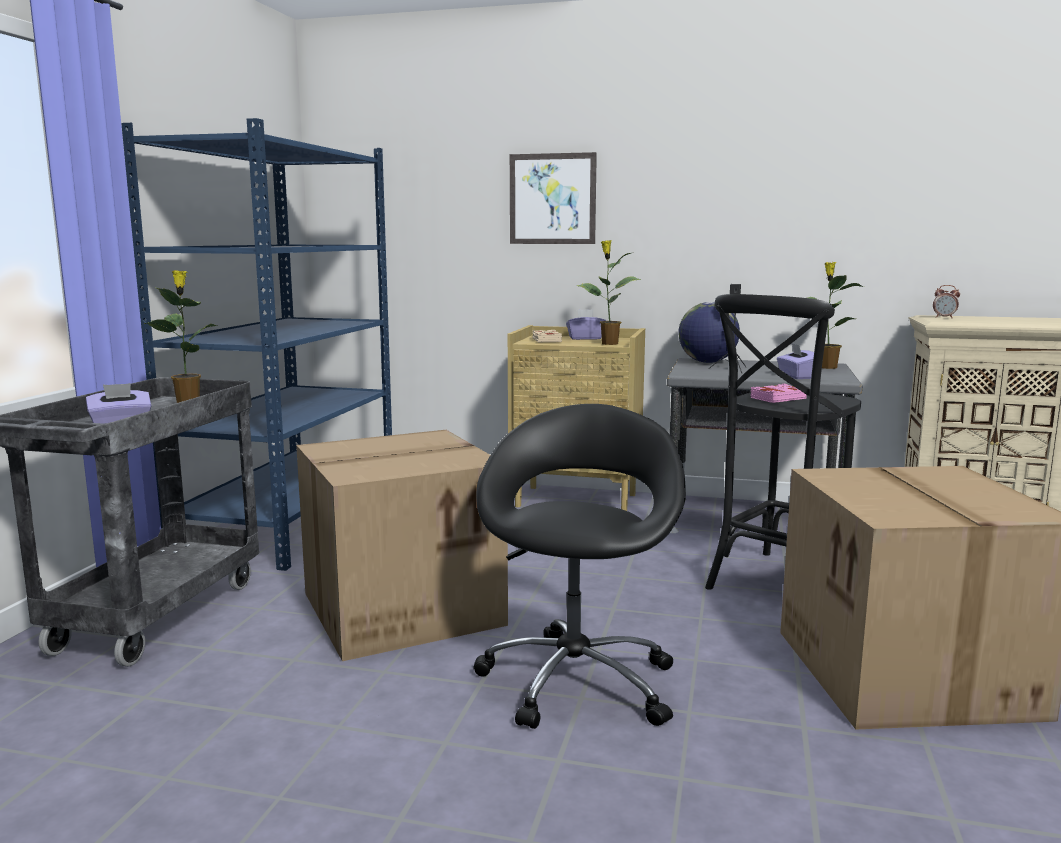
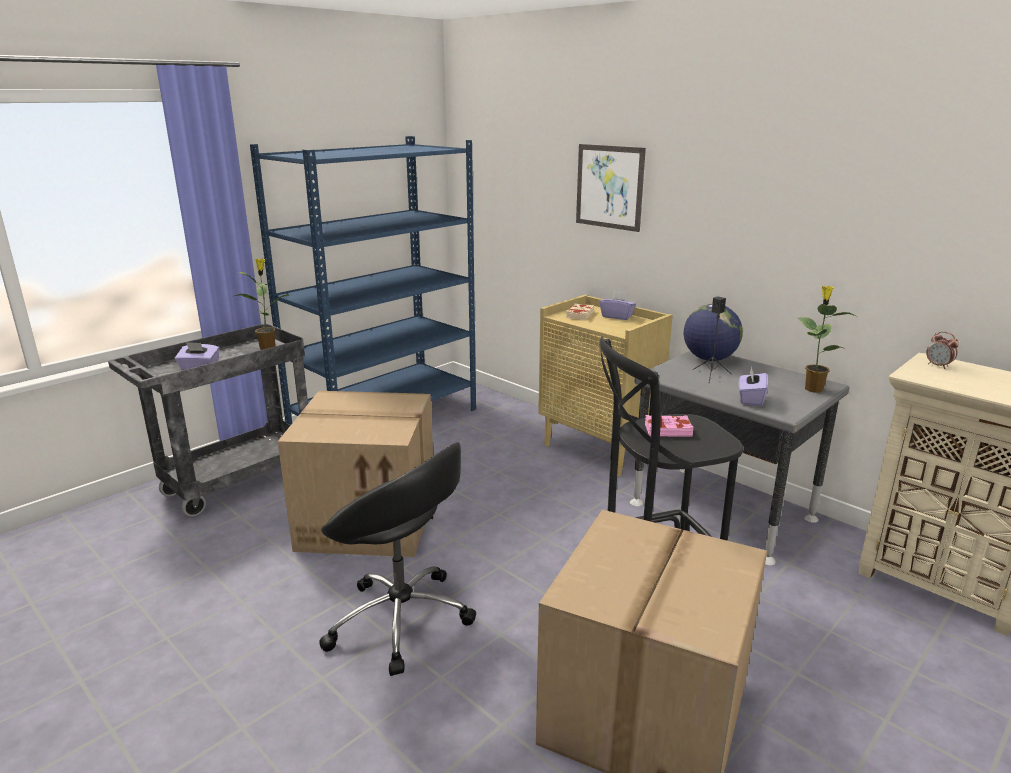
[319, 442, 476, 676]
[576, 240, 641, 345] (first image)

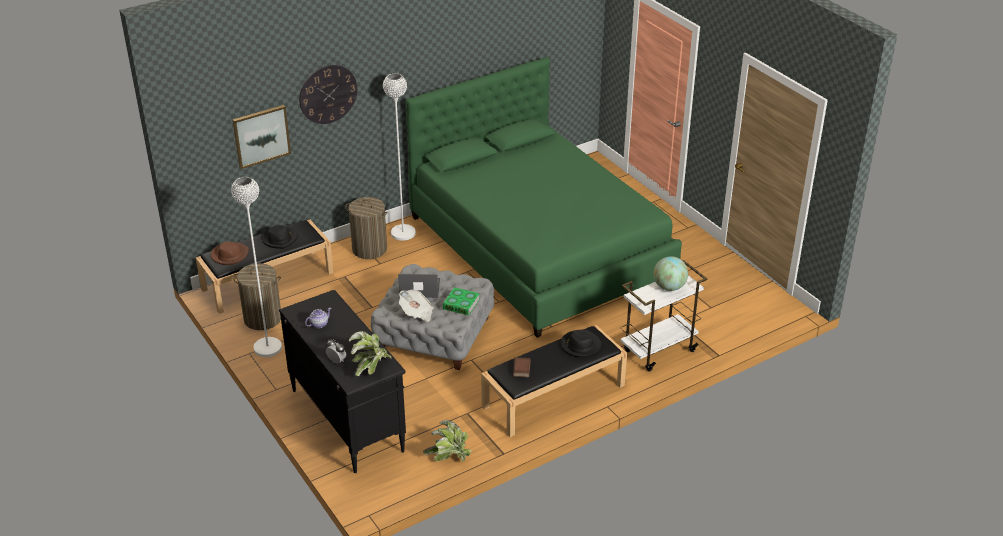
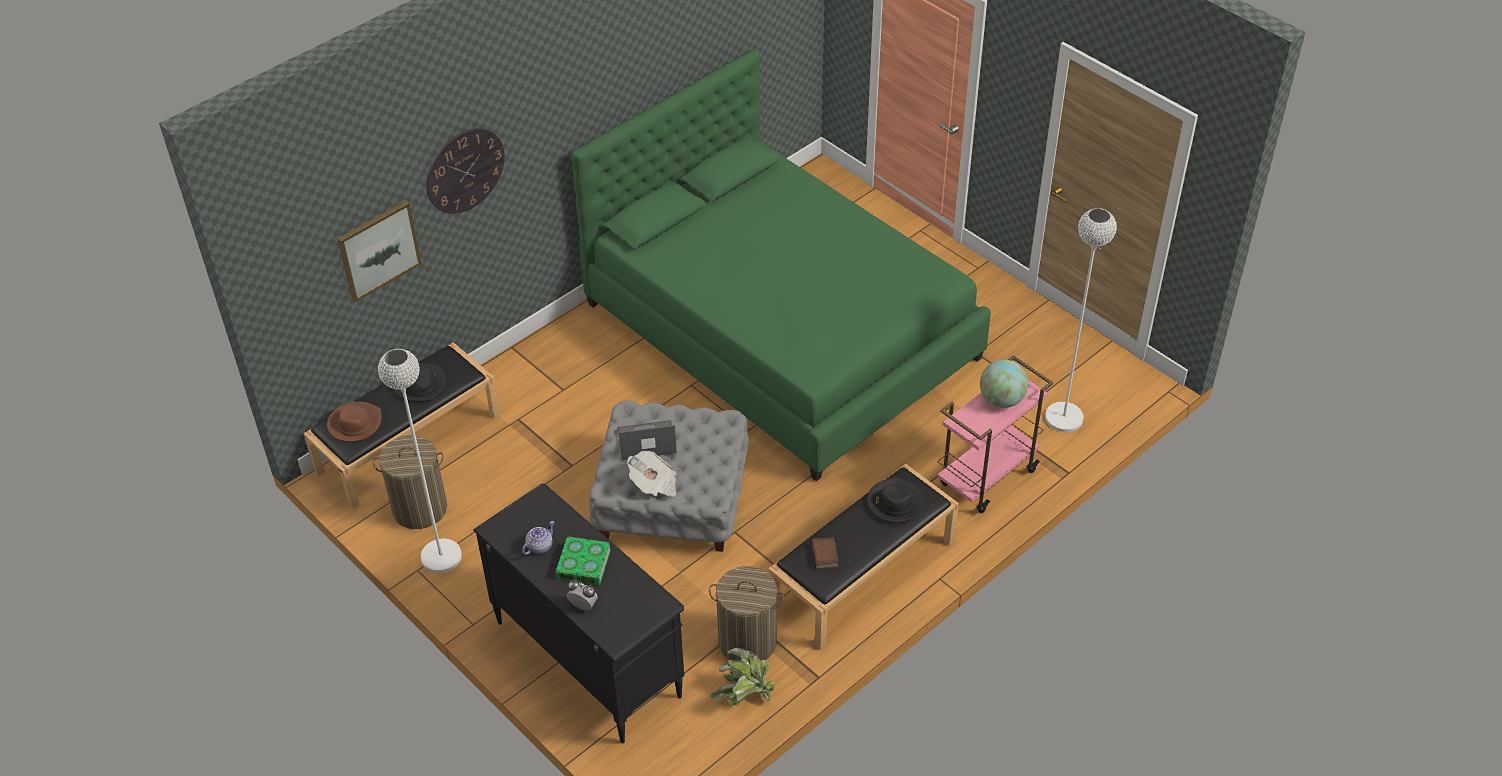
[709, 566, 784, 661]
[349, 331, 392, 376] (first image)
[1045, 208, 1117, 432]
[556, 536, 611, 585]
[937, 355, 1054, 513]

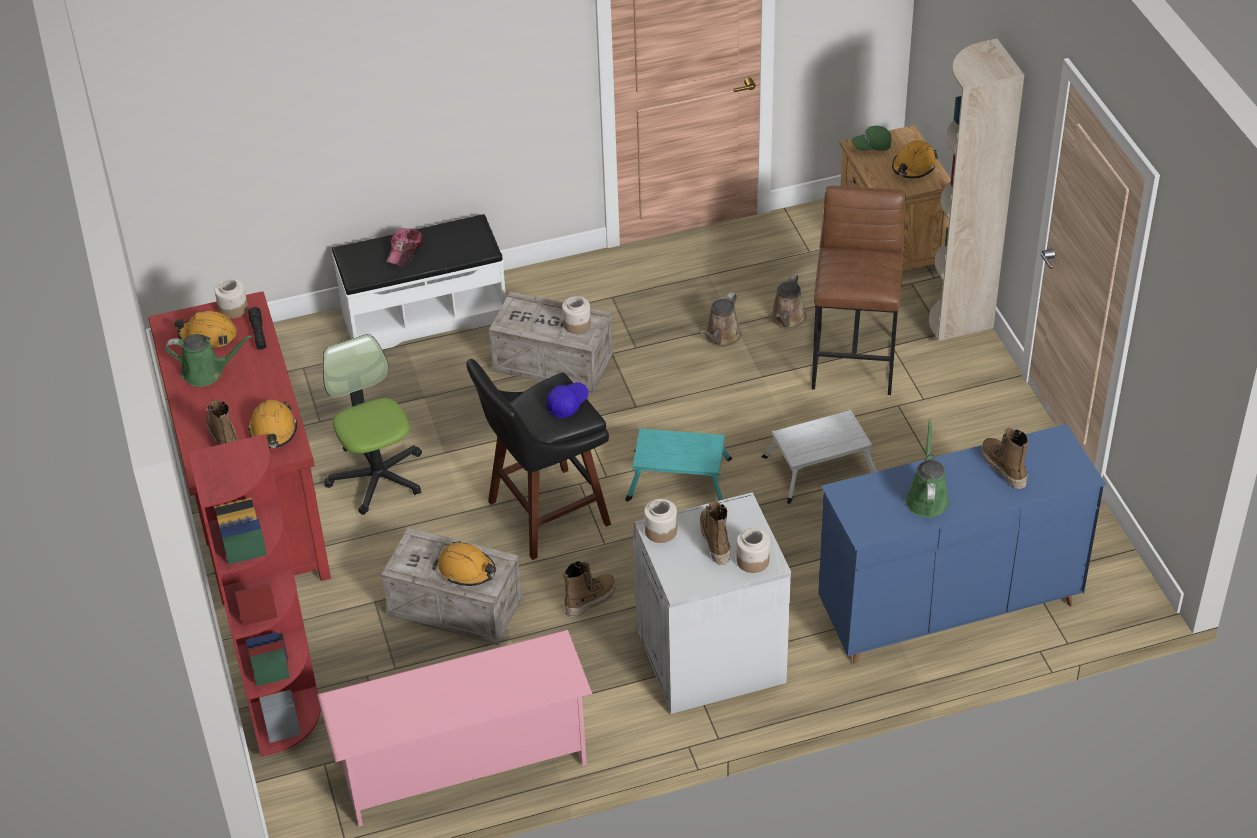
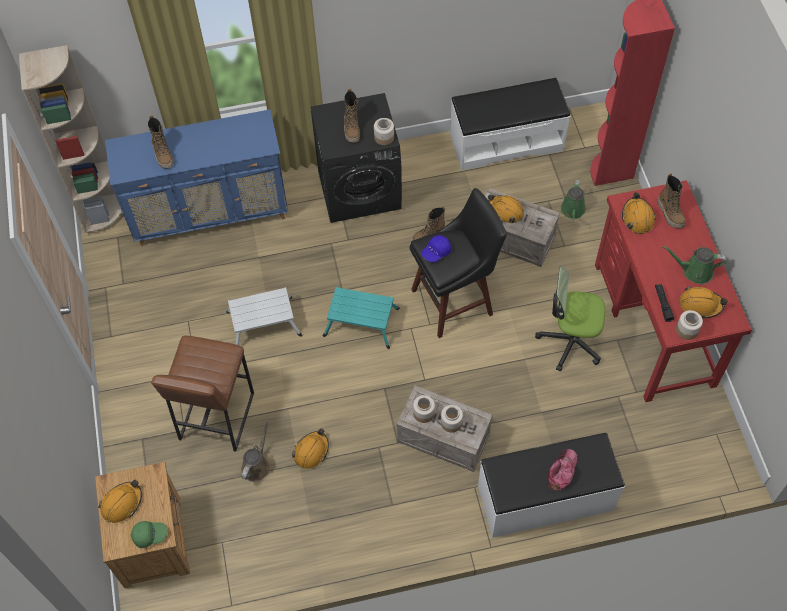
[450, 78, 570, 171]
[535, 266, 605, 371]
[311, 93, 402, 223]
[292, 429, 329, 469]
[441, 405, 463, 433]
[561, 180, 586, 220]
[19, 45, 122, 233]

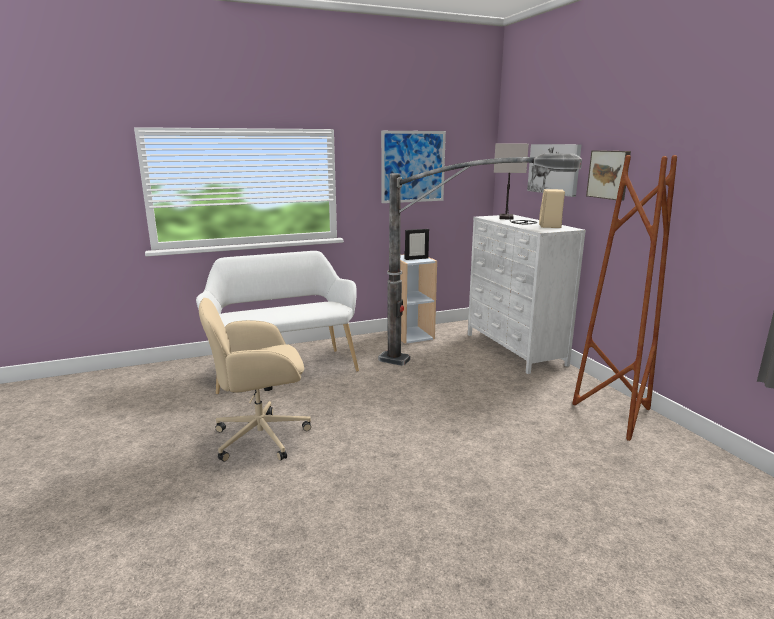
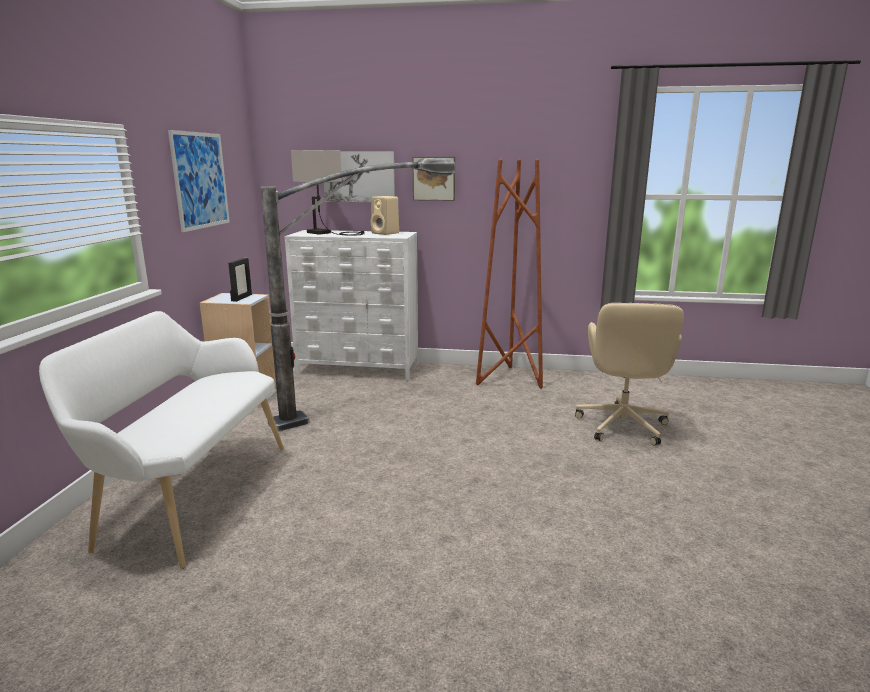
[575, 303, 684, 446]

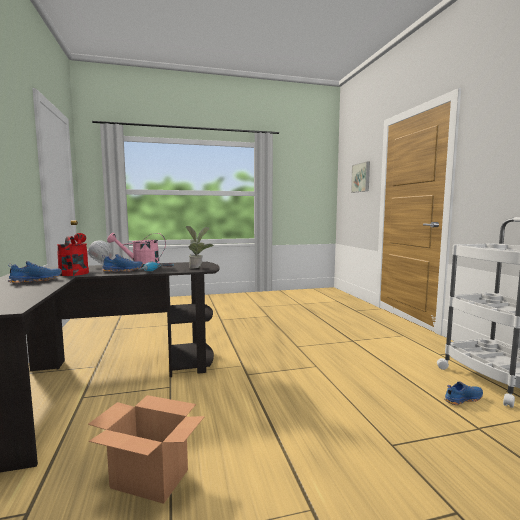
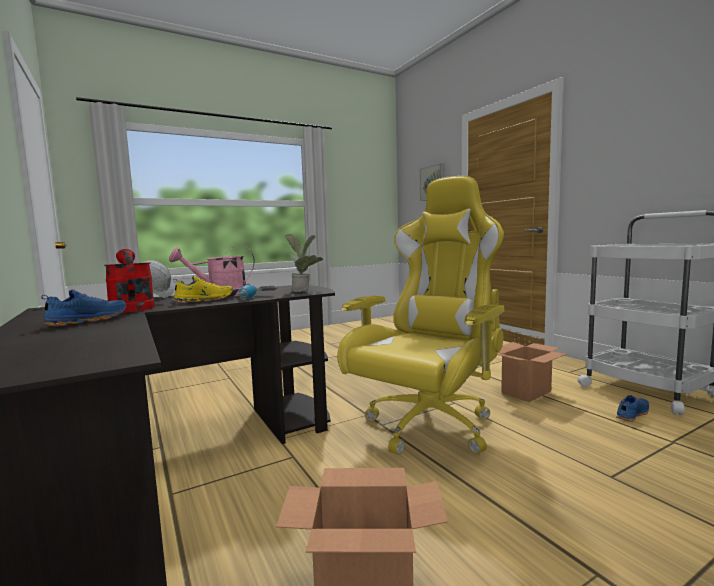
[173, 276, 233, 303]
[337, 176, 504, 455]
[497, 342, 567, 402]

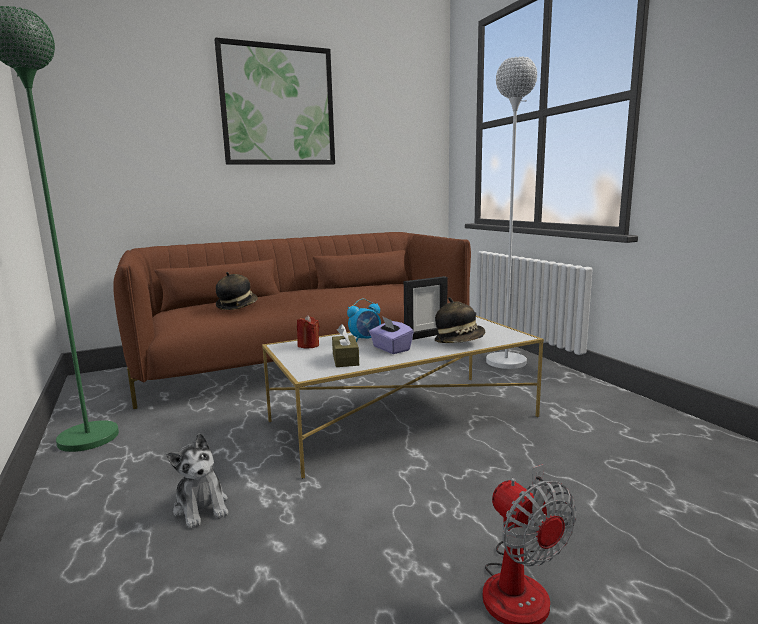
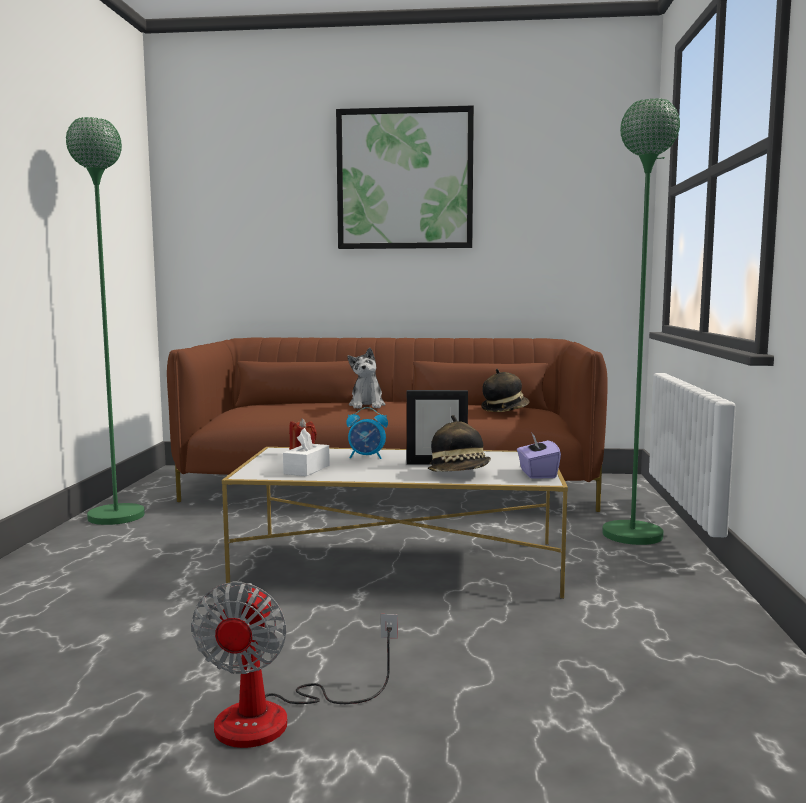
[347, 348, 385, 408]
[481, 369, 529, 412]
[283, 428, 330, 476]
[517, 432, 561, 479]
[602, 98, 680, 545]

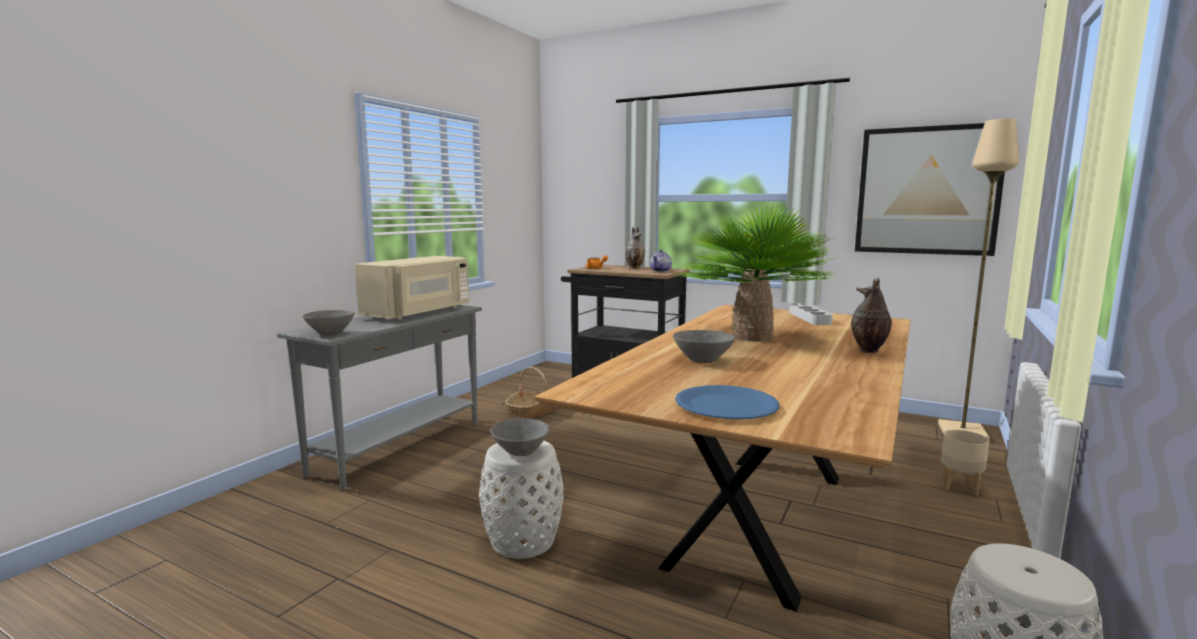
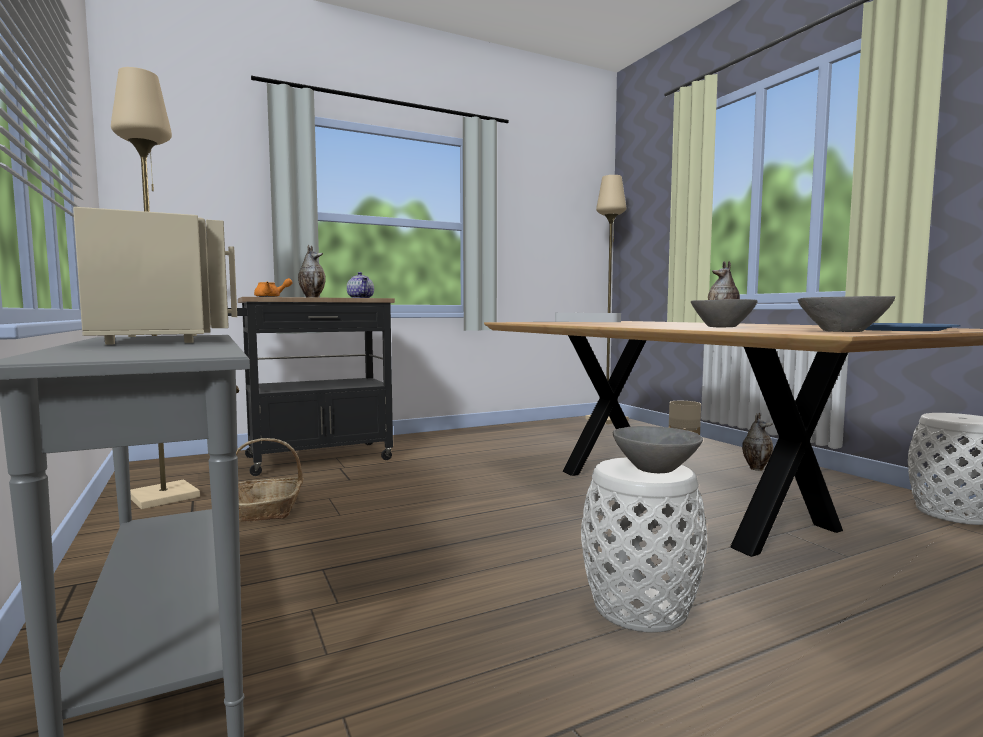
[797, 296, 895, 332]
[676, 202, 839, 342] (first image)
[855, 123, 1005, 256] (first image)
[111, 67, 200, 509]
[742, 413, 773, 471]

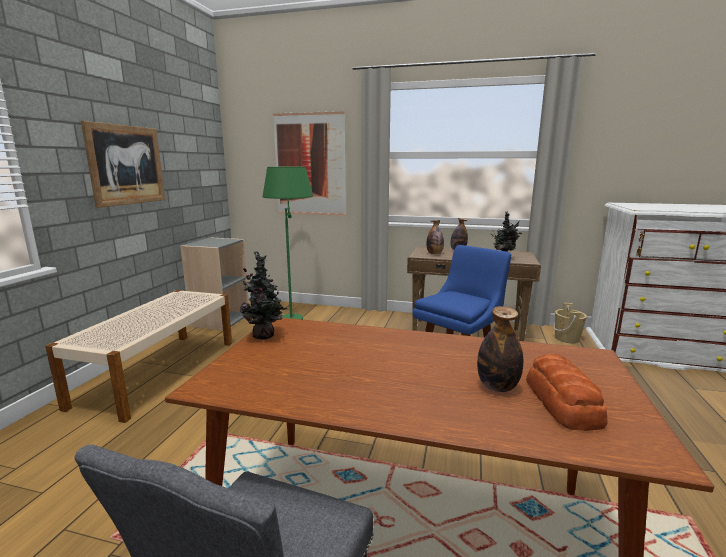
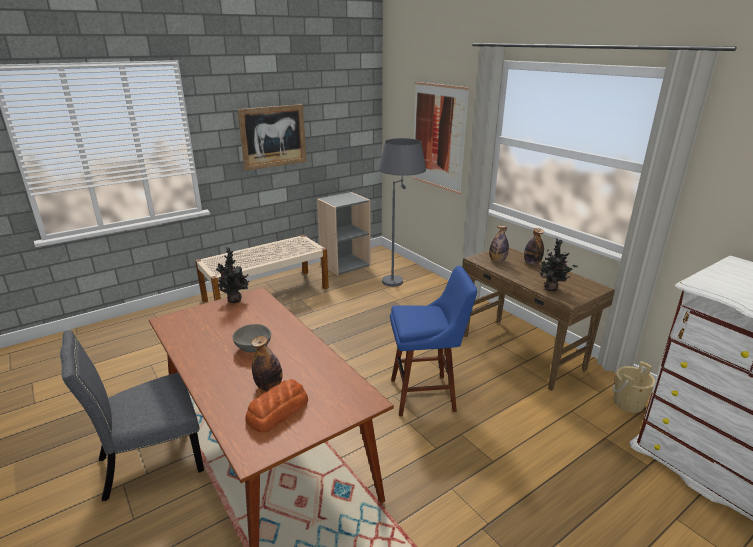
[379, 138, 426, 287]
[232, 324, 271, 352]

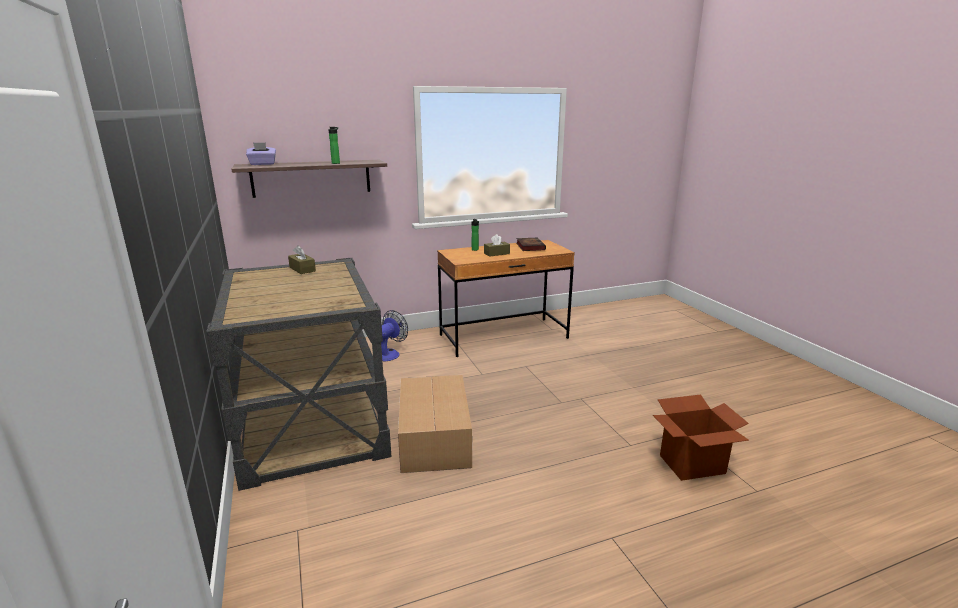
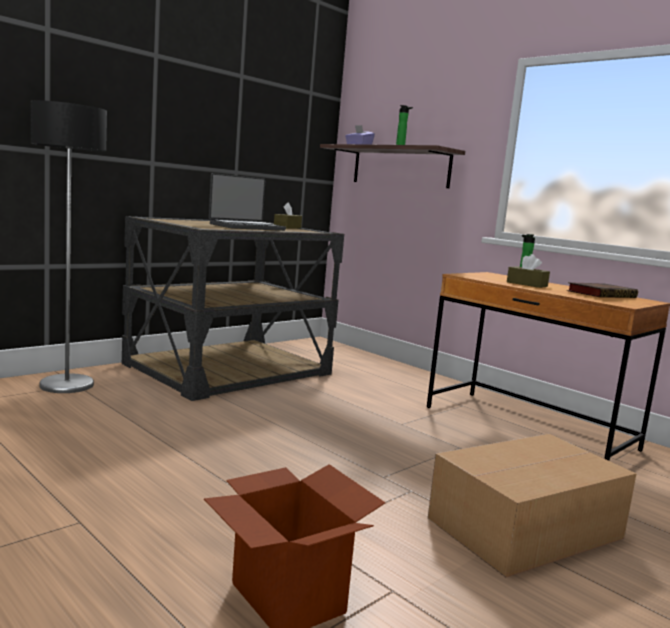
[381, 310, 408, 361] (first image)
[428, 434, 637, 577]
[31, 100, 107, 393]
[209, 173, 286, 231]

